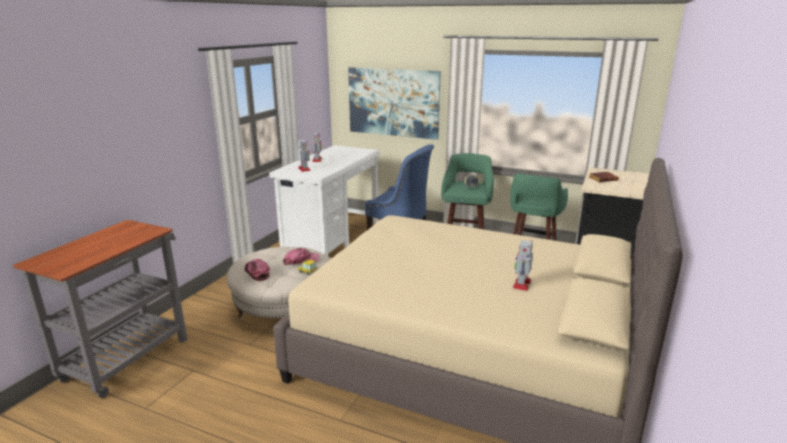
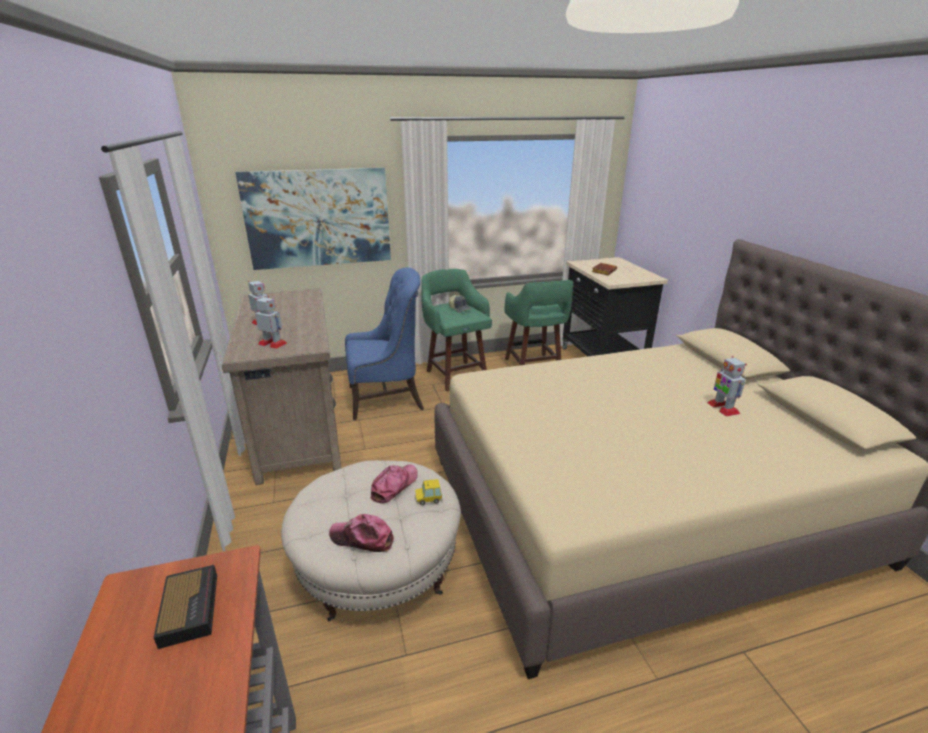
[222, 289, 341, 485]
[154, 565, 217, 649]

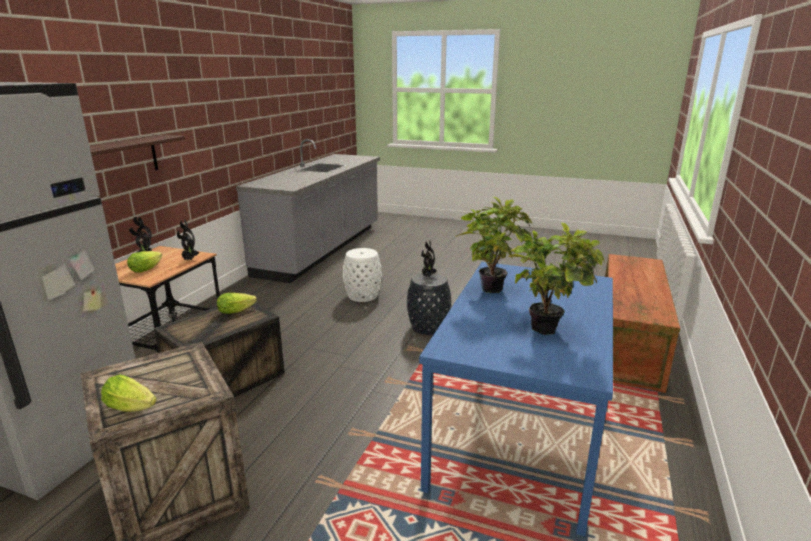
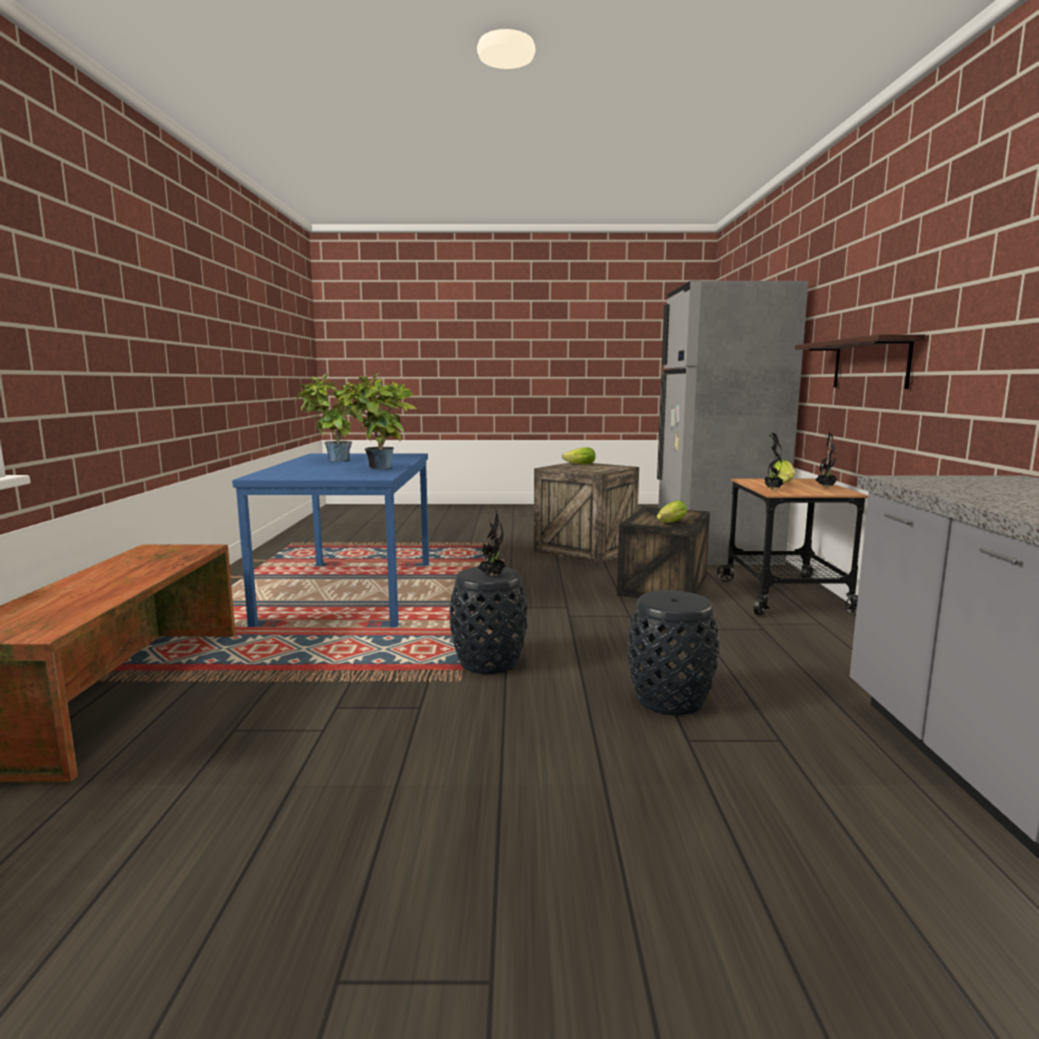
[628, 590, 719, 715]

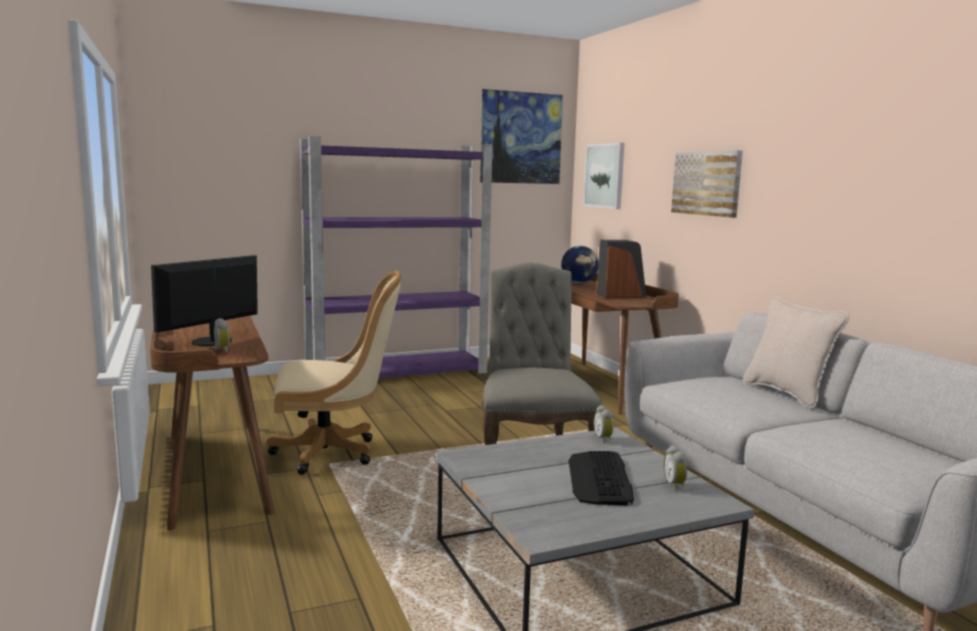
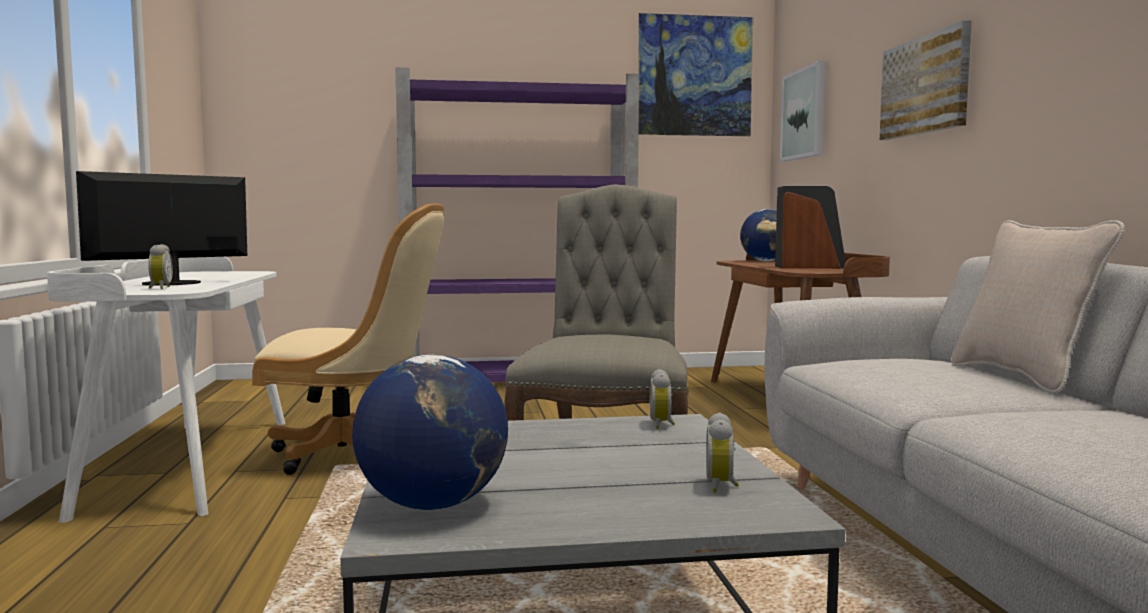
[47, 257, 285, 523]
[568, 451, 634, 506] (first image)
[352, 355, 508, 510]

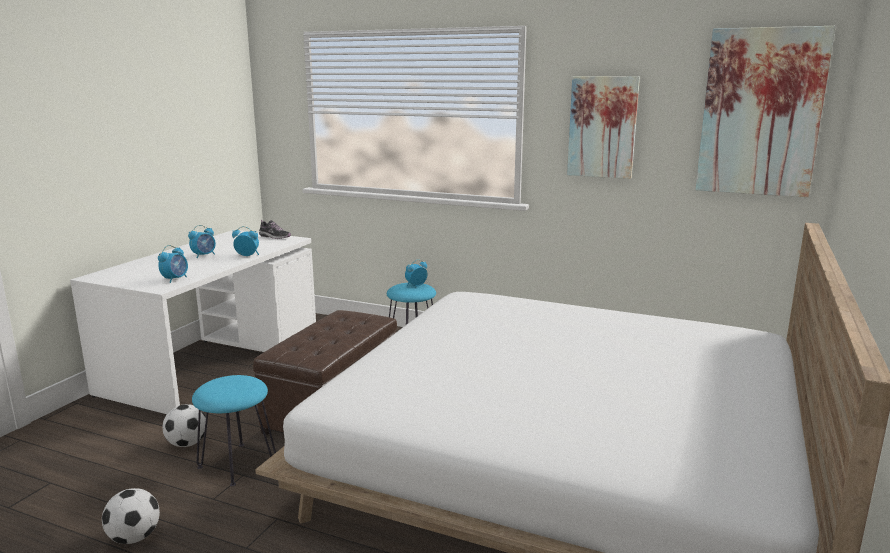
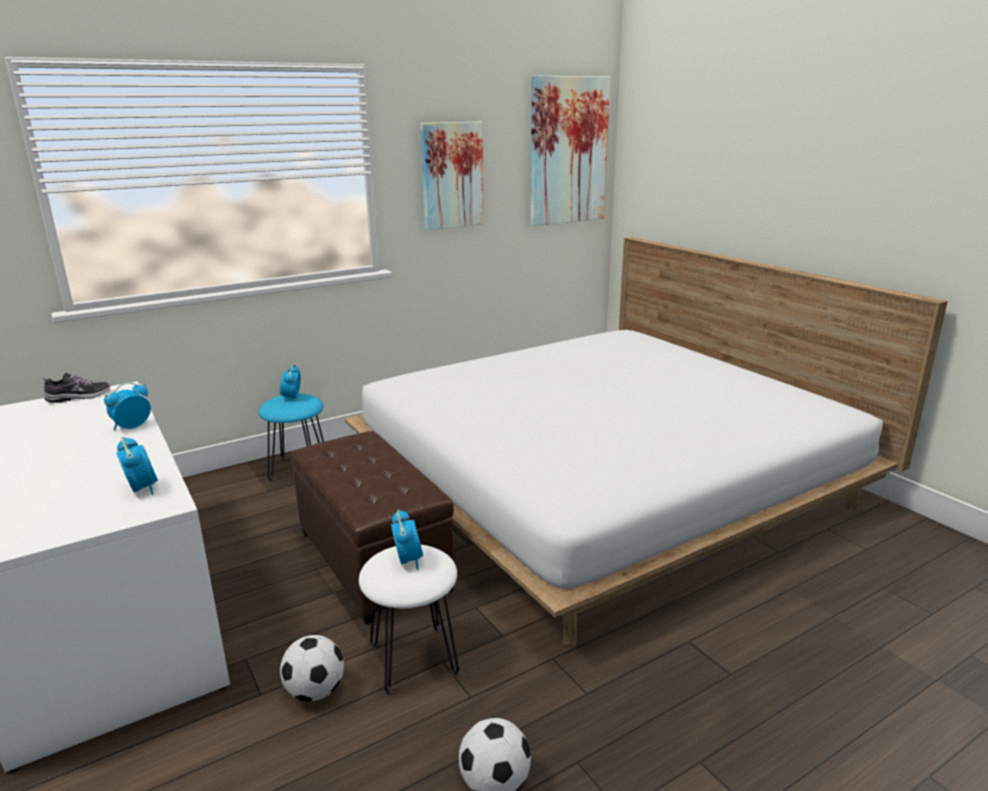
[391, 509, 423, 570]
[359, 545, 460, 696]

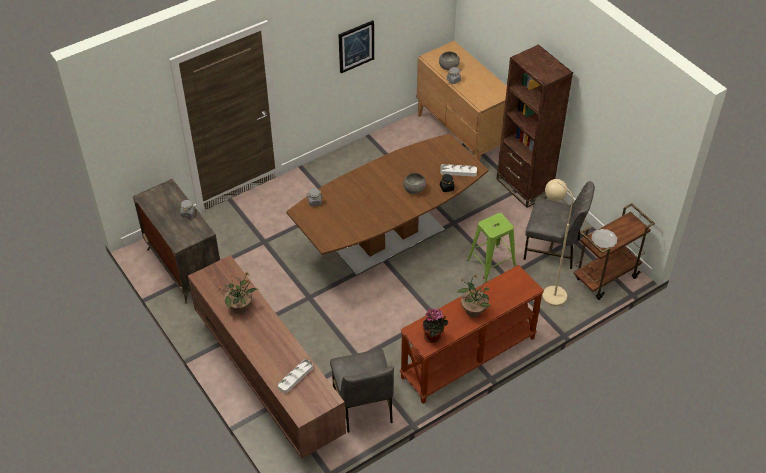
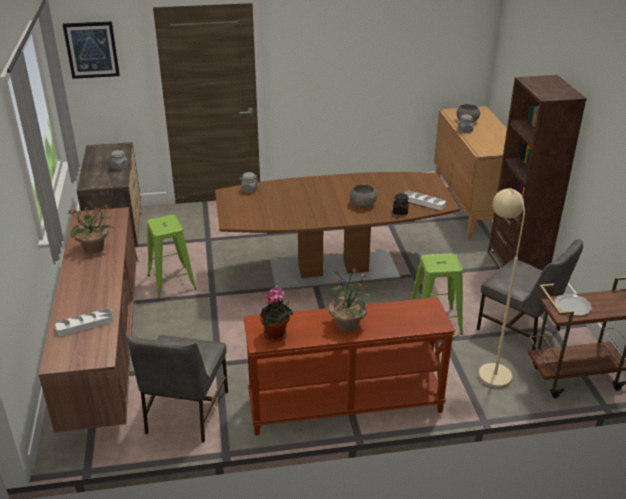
[63, 21, 120, 79]
[147, 215, 197, 299]

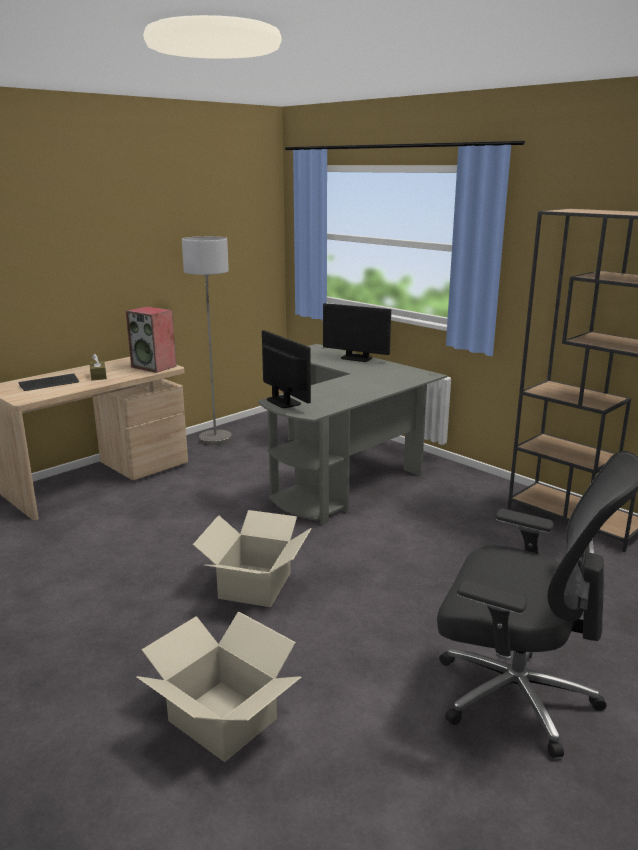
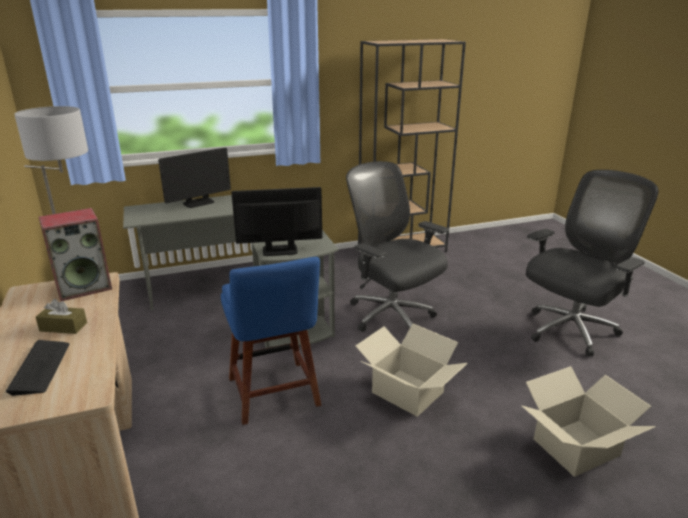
[221, 257, 322, 425]
[346, 161, 449, 332]

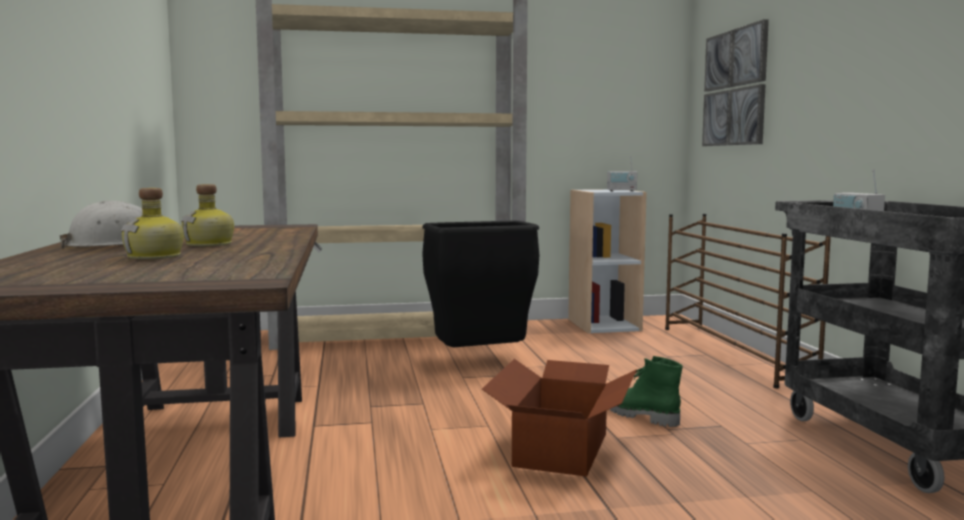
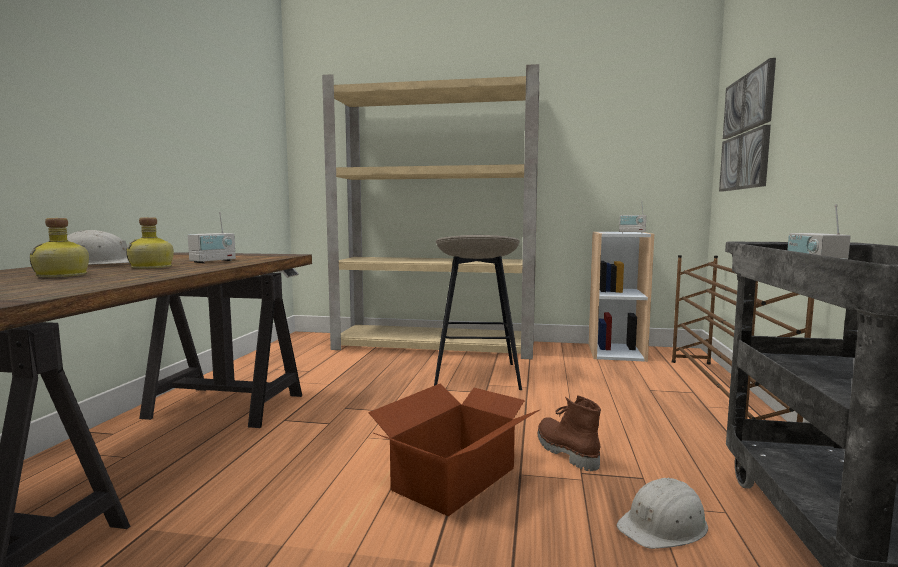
[434, 235, 522, 390]
[538, 395, 601, 471]
[188, 212, 236, 263]
[616, 478, 708, 549]

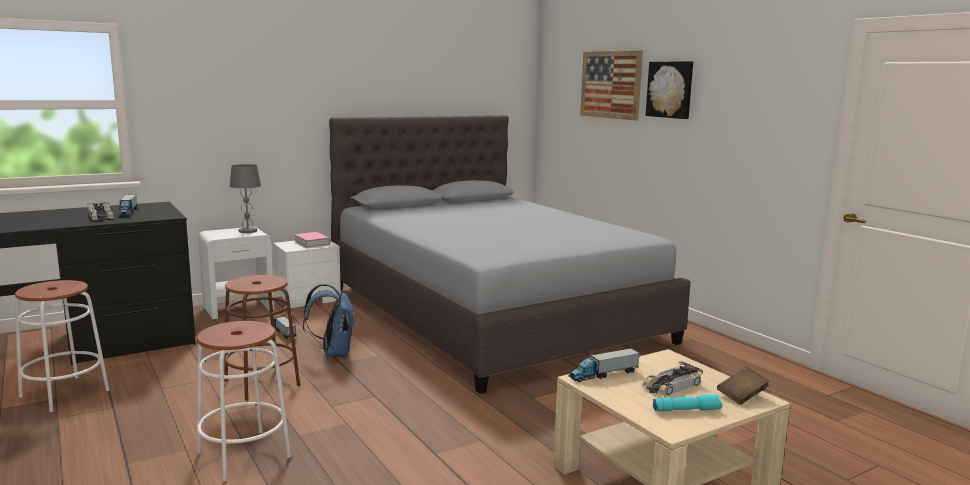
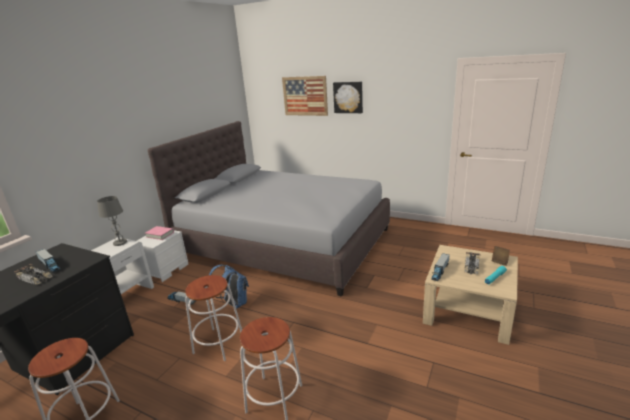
[185, 275, 242, 361]

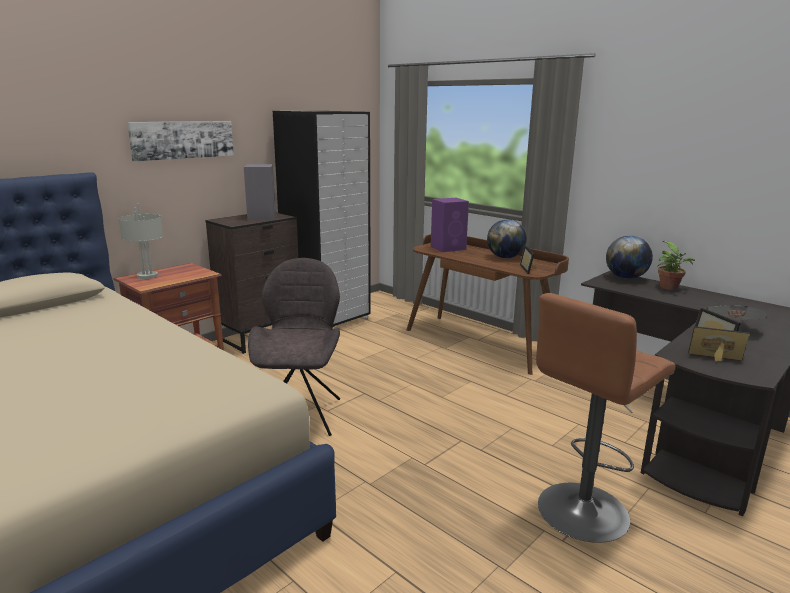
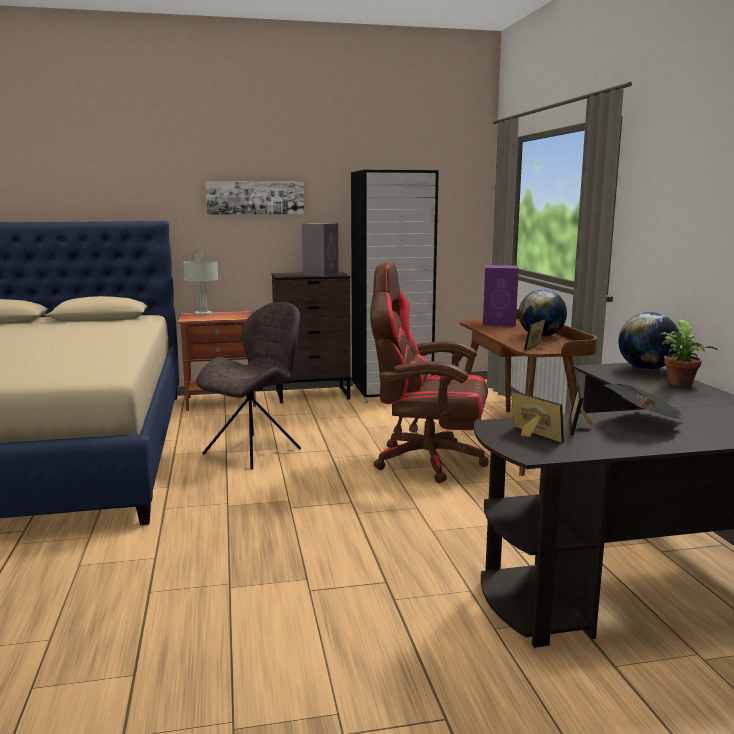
[536, 293, 675, 543] (first image)
[370, 262, 489, 483]

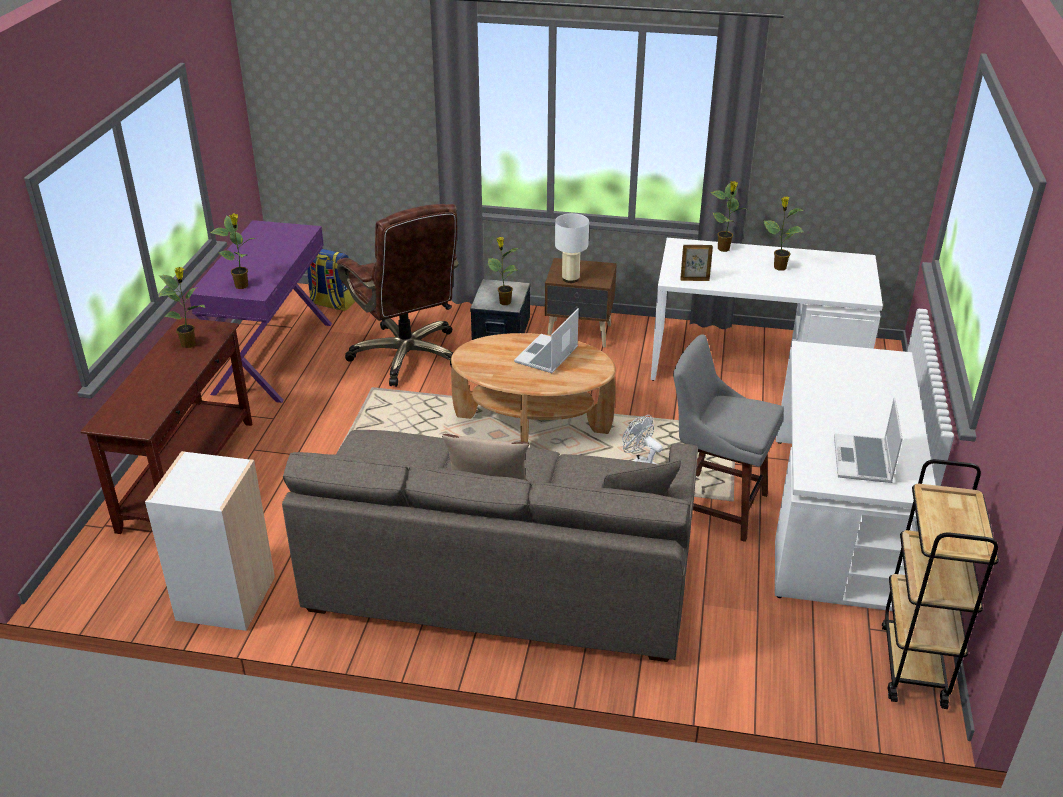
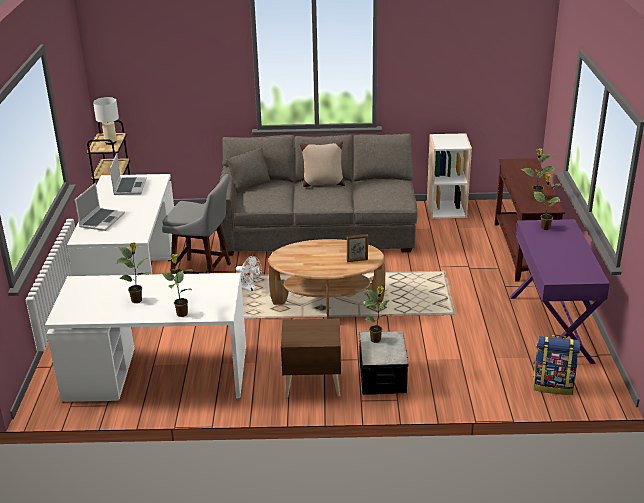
[337, 204, 458, 387] (first image)
[75, 183, 125, 231]
[93, 97, 119, 145]
[347, 234, 368, 262]

